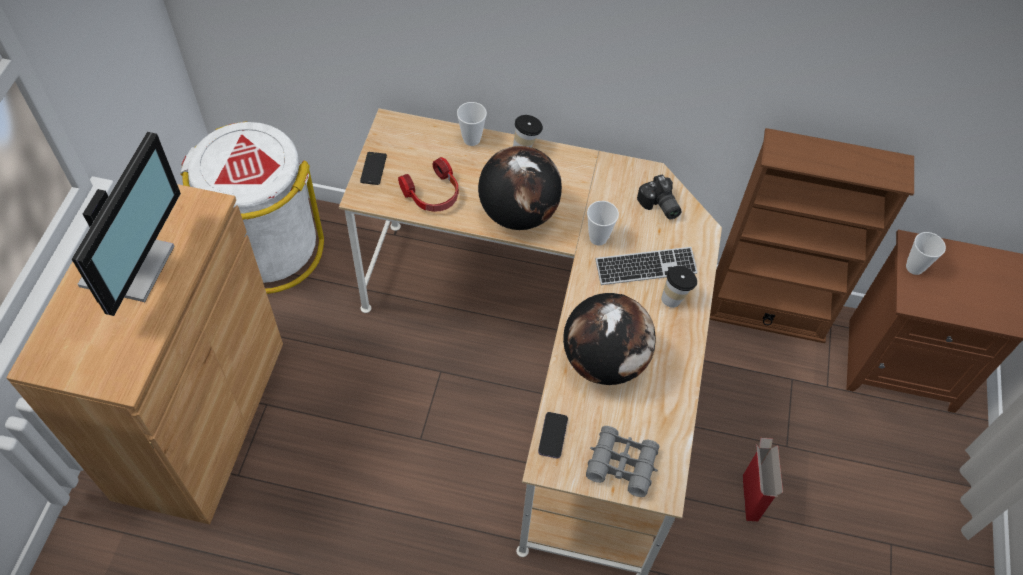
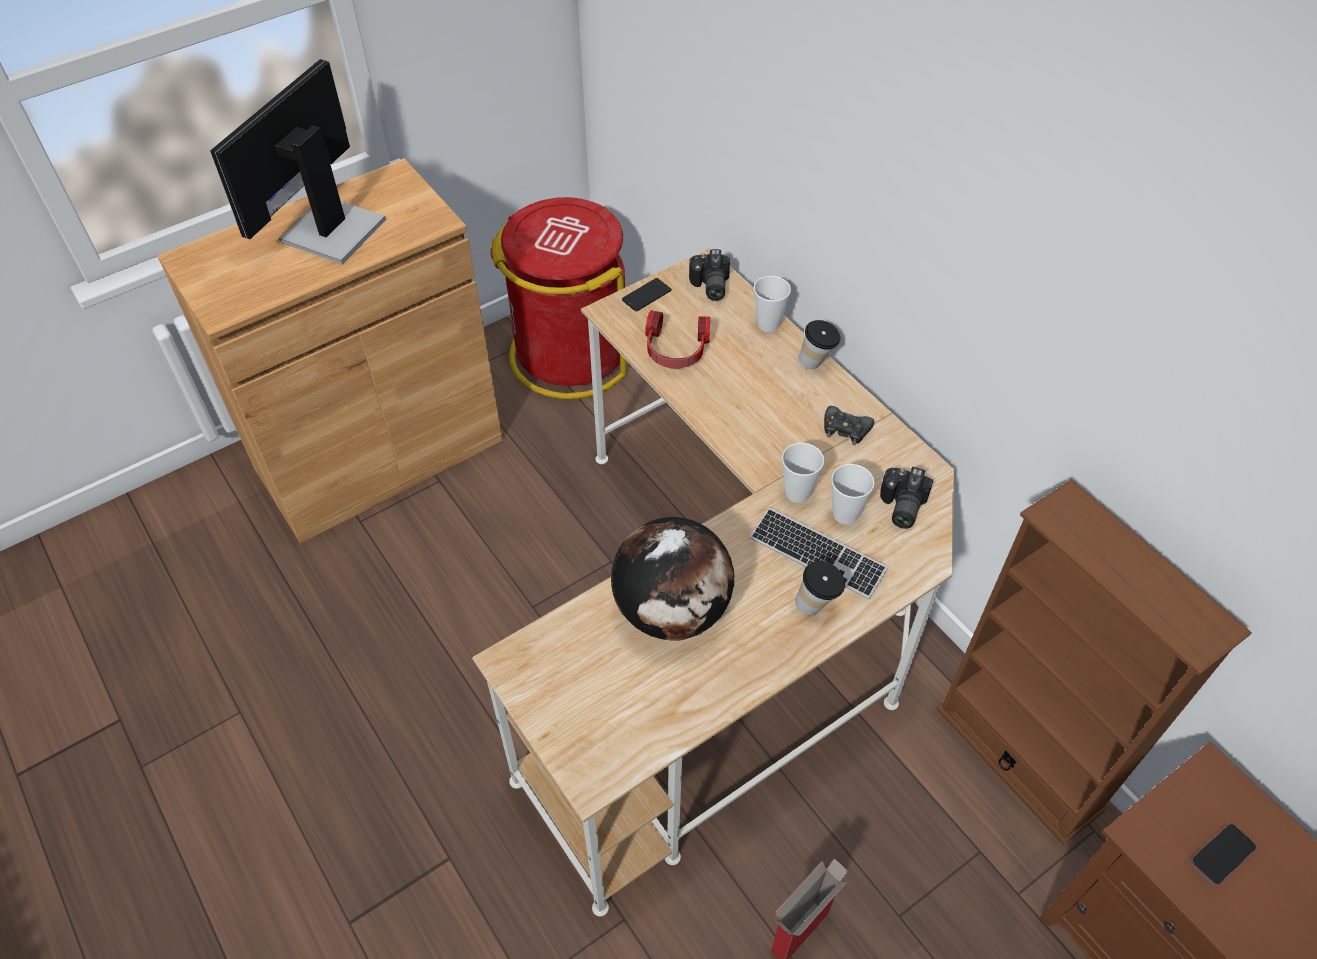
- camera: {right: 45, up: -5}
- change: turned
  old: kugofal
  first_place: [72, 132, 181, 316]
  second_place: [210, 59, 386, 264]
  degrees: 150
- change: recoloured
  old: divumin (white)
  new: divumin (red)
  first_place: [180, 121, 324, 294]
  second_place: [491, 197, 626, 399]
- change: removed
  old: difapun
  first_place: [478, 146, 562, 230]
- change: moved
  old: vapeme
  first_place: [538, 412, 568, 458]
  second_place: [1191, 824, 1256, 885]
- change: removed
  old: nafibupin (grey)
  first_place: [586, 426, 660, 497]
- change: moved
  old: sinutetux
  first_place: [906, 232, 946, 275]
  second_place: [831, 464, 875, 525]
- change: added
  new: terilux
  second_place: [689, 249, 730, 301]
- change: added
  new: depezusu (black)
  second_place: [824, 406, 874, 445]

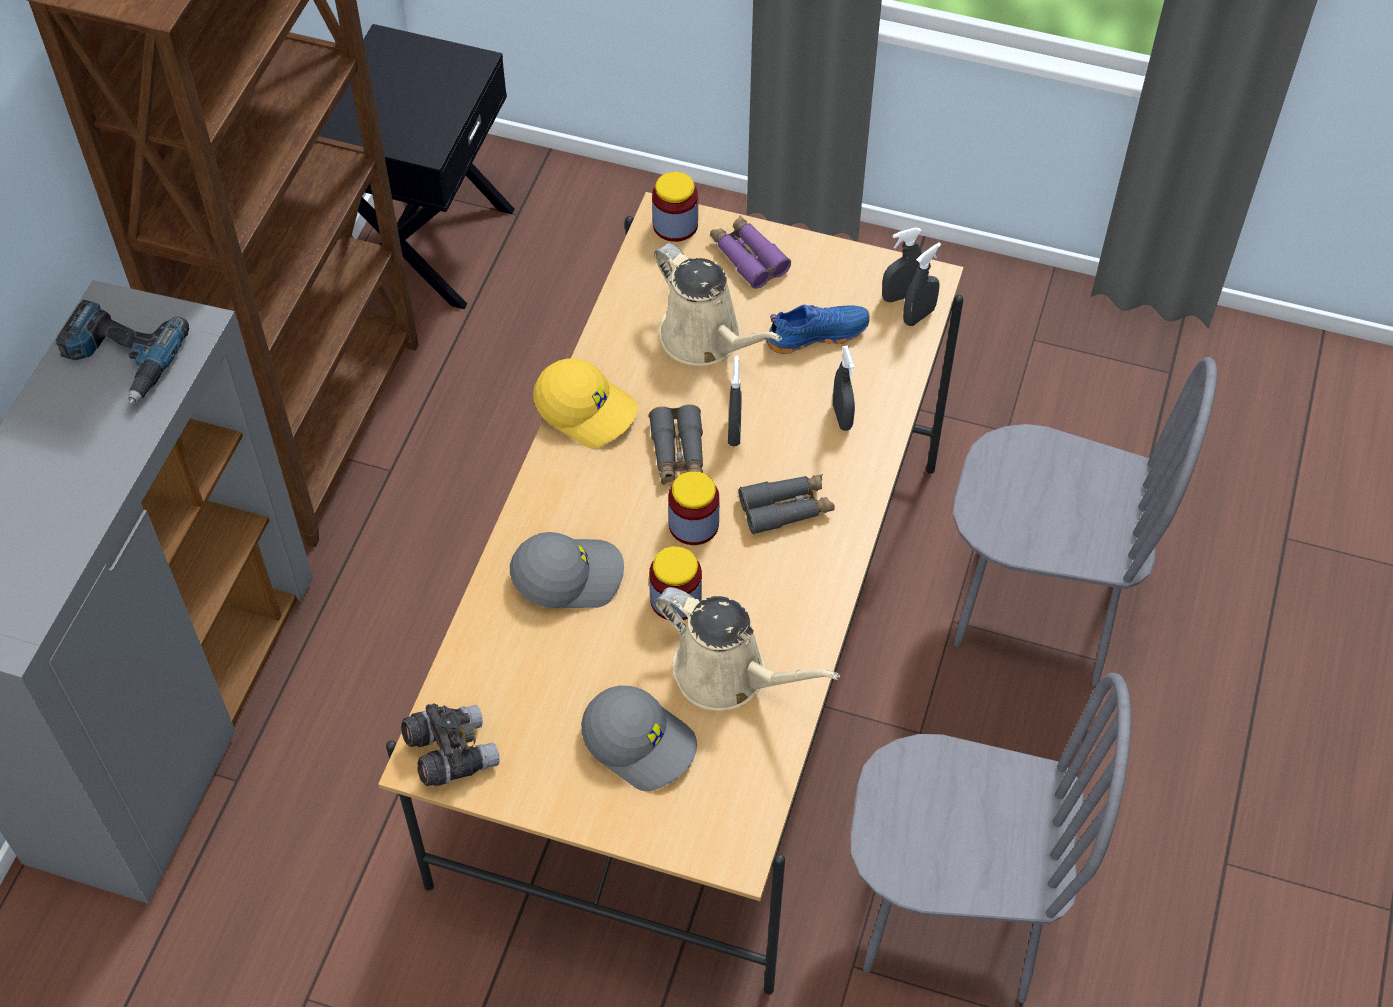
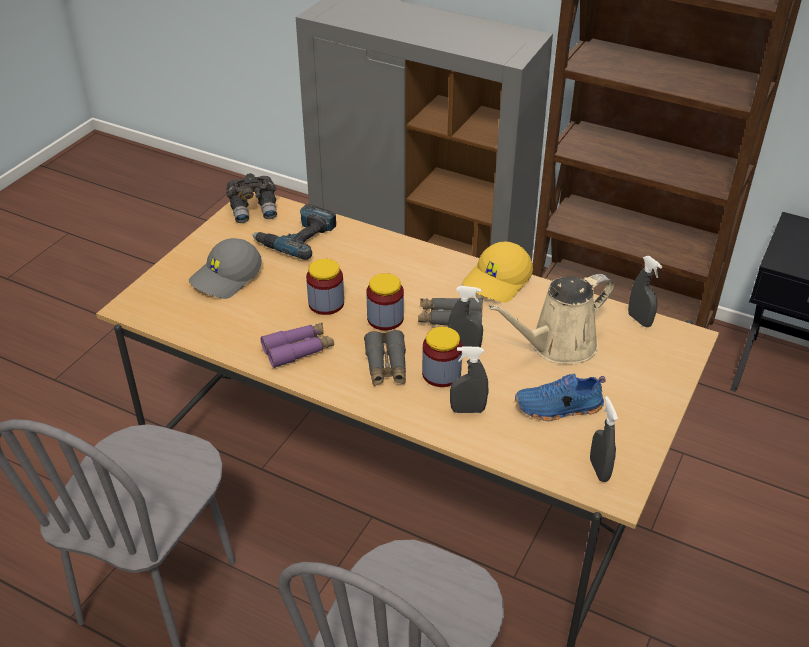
- camera: {right: 100, up: -15}
- change: moved
  old: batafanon
  first_place: [55, 300, 189, 404]
  second_place: [252, 204, 336, 260]
- change: removed
  old: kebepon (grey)
  first_place: [510, 532, 624, 608]
- change: moved
  old: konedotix
  first_place: [652, 172, 698, 242]
  second_place: [422, 327, 462, 387]
- change: removed
  old: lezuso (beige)
  first_place: [655, 587, 840, 711]
- change: moved
  old: nafibupin (purple)
  first_place: [710, 215, 791, 289]
  second_place: [261, 323, 334, 368]
- change: turned
  old: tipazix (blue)
  first_place: [766, 305, 870, 354]
  second_place: [515, 374, 606, 421]
  degrees: 90
- change: moved
  old: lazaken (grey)
  first_place: [903, 242, 941, 326]
  second_place: [628, 256, 662, 327]

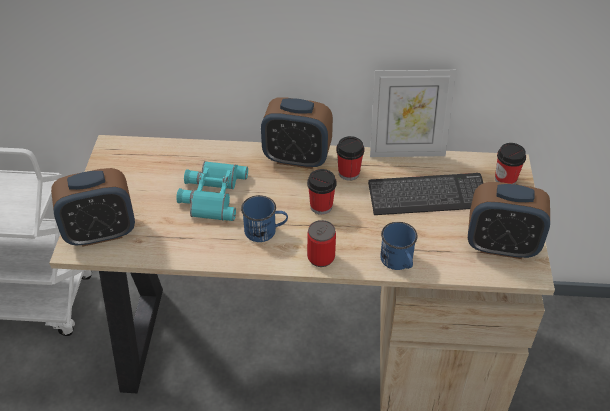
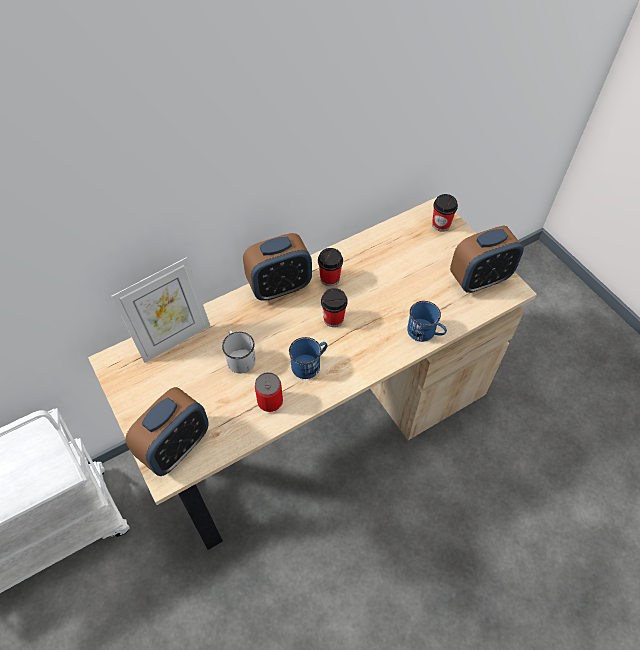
- camera: {right: -35, up: 10}
- change: replaced
  old: nafibupin (turquoise)
  new: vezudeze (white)
  first_place: [176, 161, 248, 221]
  second_place: [222, 330, 256, 373]
- change: moved
  old: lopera
  first_place: [307, 220, 336, 267]
  second_place: [255, 372, 283, 412]
- change: removed
  old: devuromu
  first_place: [368, 173, 483, 215]
- change: moved
  old: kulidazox
  first_place: [370, 70, 456, 157]
  second_place: [112, 257, 210, 363]

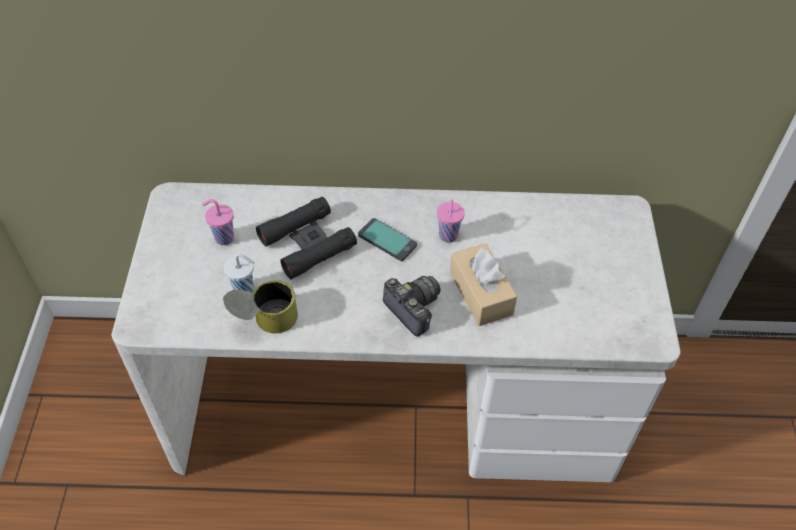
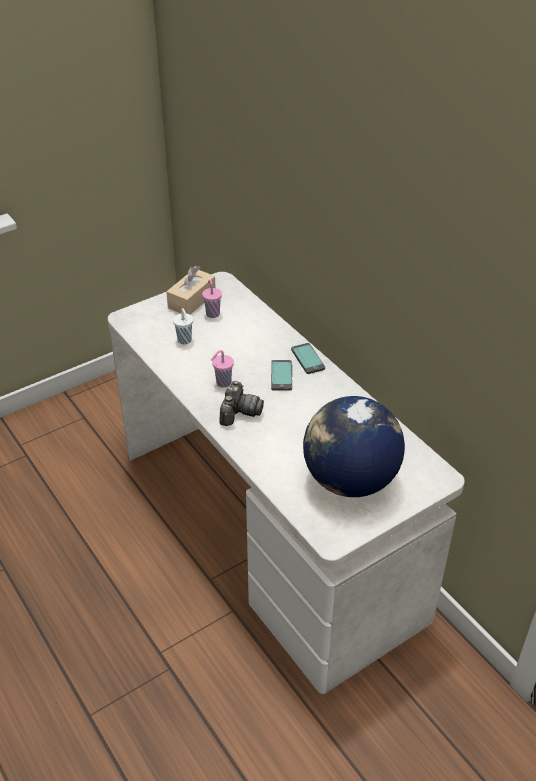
- camera: {right: 55, up: -10}
- change: removed
  old: lopera
  first_place: [223, 280, 298, 333]
- change: removed
  old: nafibupin (black)
  first_place: [256, 197, 357, 280]
- change: moved
  old: sinutetux (pink)
  first_place: [437, 199, 465, 242]
  second_place: [211, 350, 234, 388]
- change: moved
  old: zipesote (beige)
  first_place: [450, 243, 517, 326]
  second_place: [166, 265, 216, 315]
- change: added
  new: vapeme
  second_place: [291, 343, 325, 374]
- change: added
  new: difapun
  second_place: [303, 396, 405, 497]

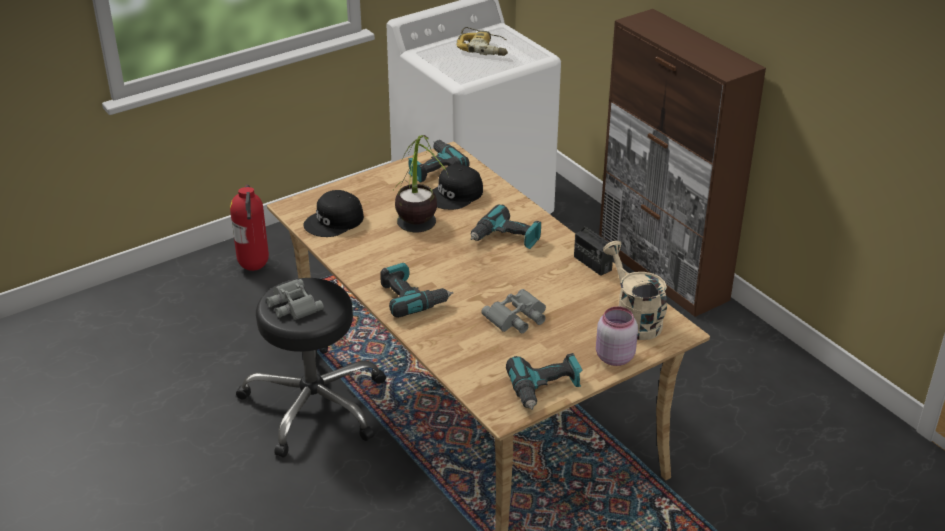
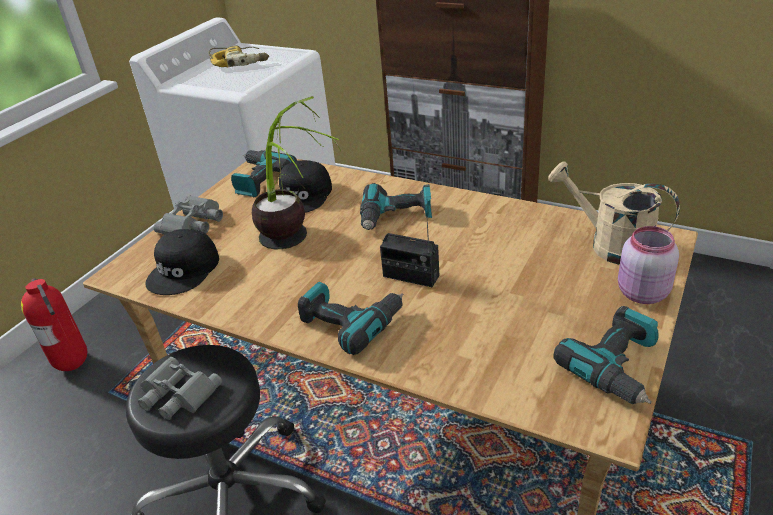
- camera: {right: -25, up: 0}
- change: moved
  old: nafibupin (grey)
  first_place: [481, 289, 546, 333]
  second_place: [154, 195, 223, 235]
- change: moved
  old: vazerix
  first_place: [574, 223, 613, 276]
  second_place: [380, 216, 439, 287]

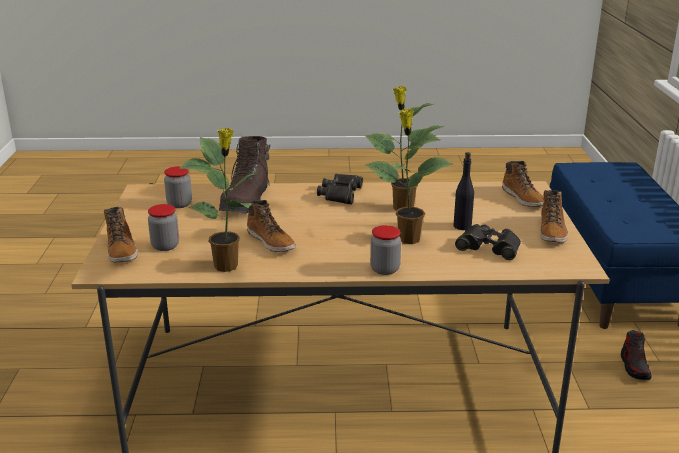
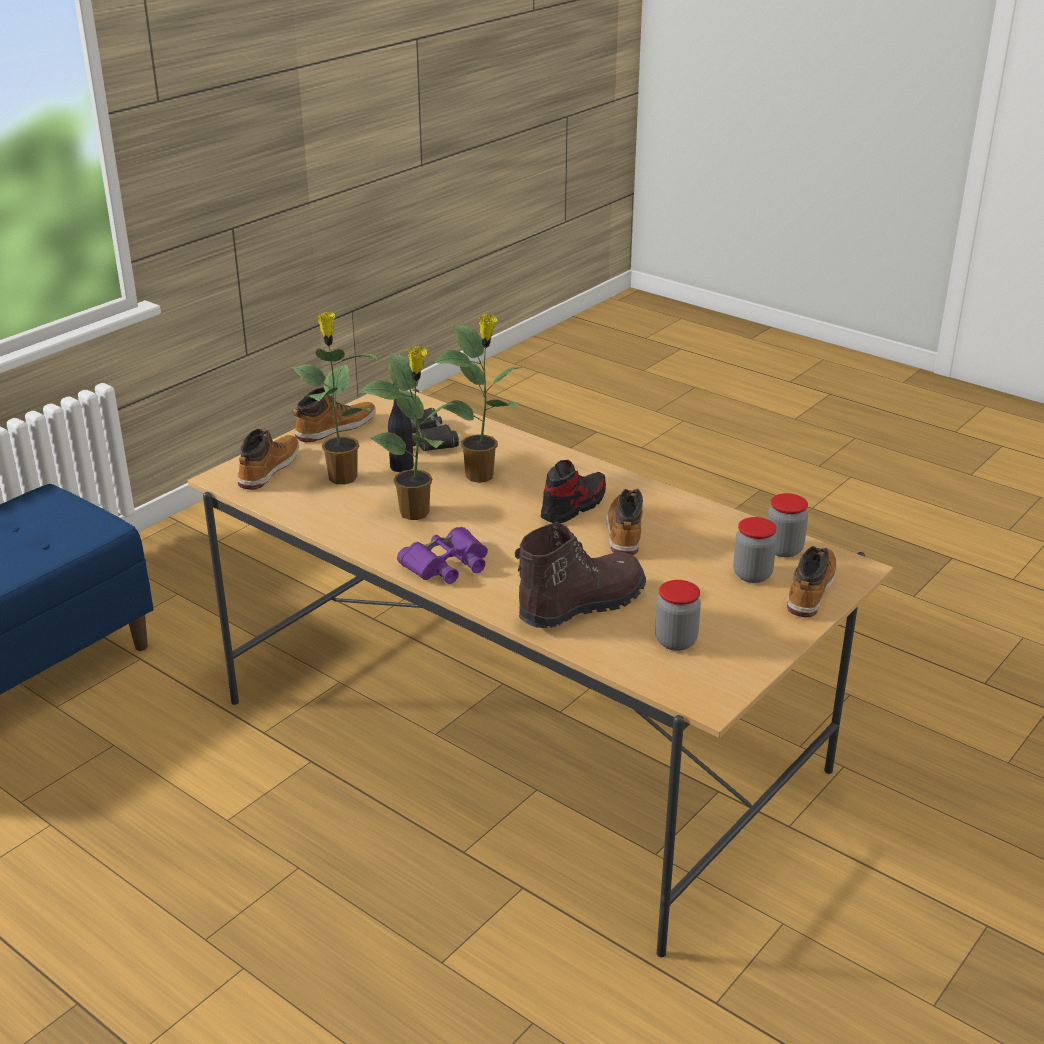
- camera: {right: -140, up: 5}
- change: moved
  old: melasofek
  first_place: [178, 128, 260, 272]
  second_place: [292, 312, 379, 484]
- change: recoloured
  old: nafibupin (black)
  new: nafibupin (purple)
  first_place: [317, 174, 363, 204]
  second_place: [397, 527, 488, 584]
- change: moved
  old: konedotix
  first_place: [370, 225, 401, 275]
  second_place: [767, 493, 808, 557]
- change: moved
  old: tipazix
  first_place: [621, 330, 652, 380]
  second_place: [541, 460, 606, 523]

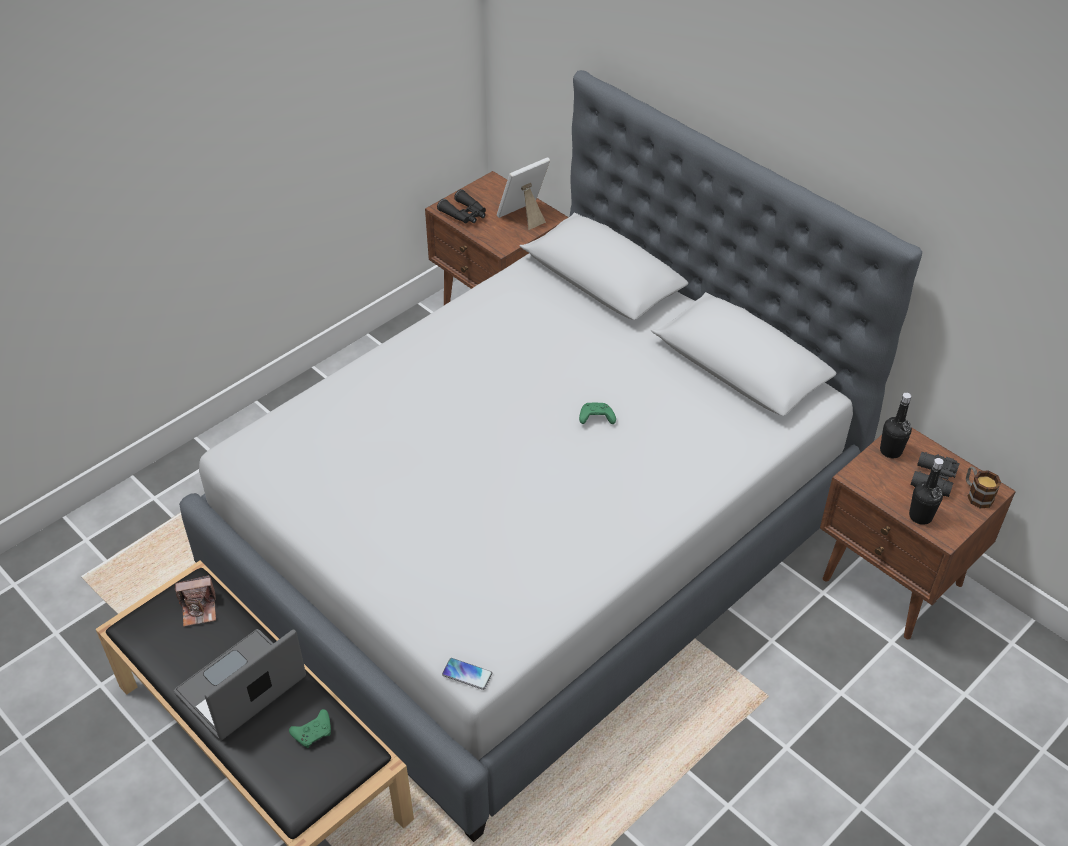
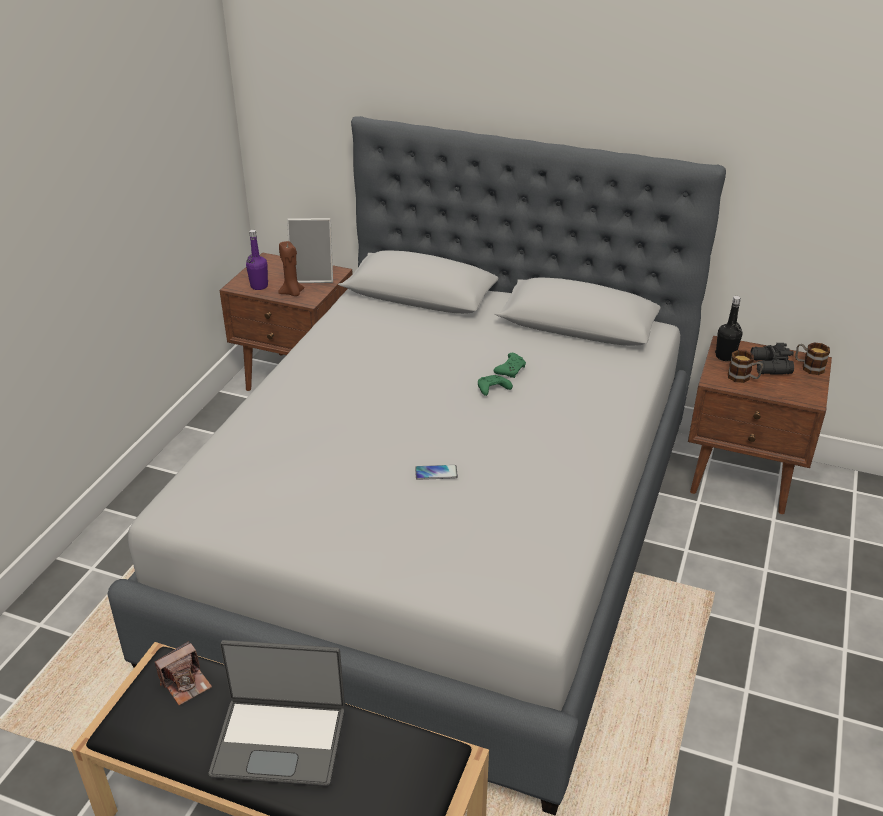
- camera: {right: -25, up: -10}
- change: turned
  old: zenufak
  first_place: [174, 629, 306, 741]
  second_place: [209, 640, 345, 787]
  degrees: -105
- change: moved
  old: depezusu (green)
  first_place: [289, 709, 331, 748]
  second_place: [494, 353, 526, 378]
- change: replaced
  old: nafibupin (black)
  new: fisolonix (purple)
  first_place: [437, 189, 486, 224]
  second_place: [246, 230, 268, 290]
- change: moved
  old: vapeme
  first_place: [442, 658, 492, 690]
  second_place: [415, 465, 458, 480]
- change: turned
  old: kulidazox
  first_place: [497, 157, 550, 230]
  second_place: [287, 218, 333, 283]
  degrees: -120
- change: removed
  old: fisolonix (black)
  first_place: [909, 458, 944, 525]
- change: added
  new: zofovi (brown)
  second_place: [278, 241, 305, 296]
- change: added
  new: vezudeze
  second_place: [728, 350, 763, 383]

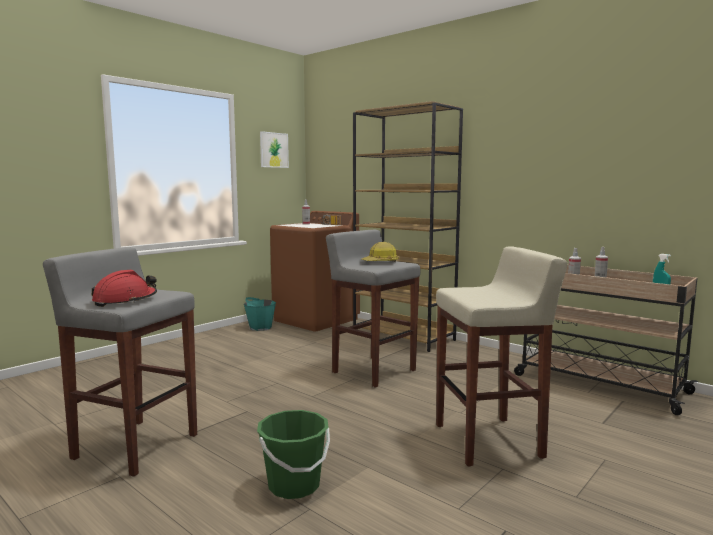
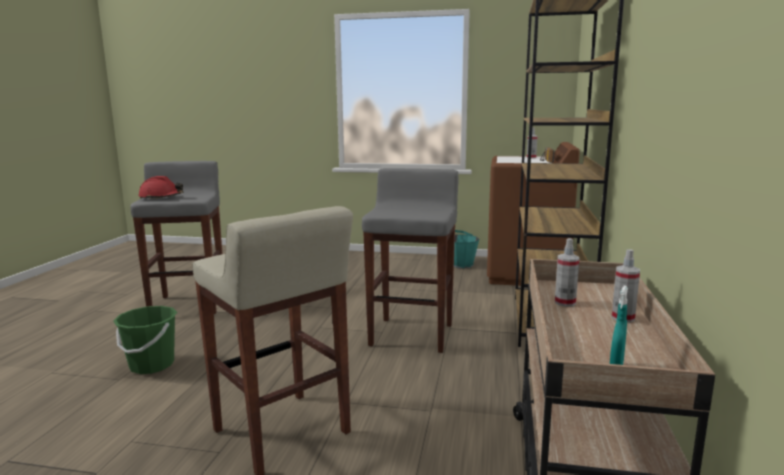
- camera: {right: 60, up: 5}
- change: removed
  old: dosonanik
  first_place: [260, 131, 289, 168]
- change: removed
  old: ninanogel
  first_place: [362, 242, 399, 262]

